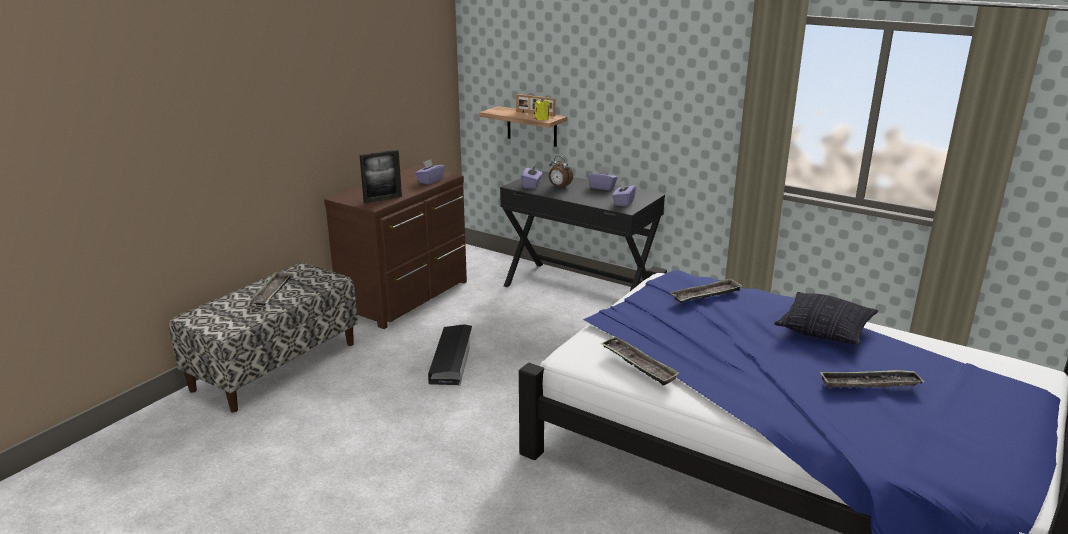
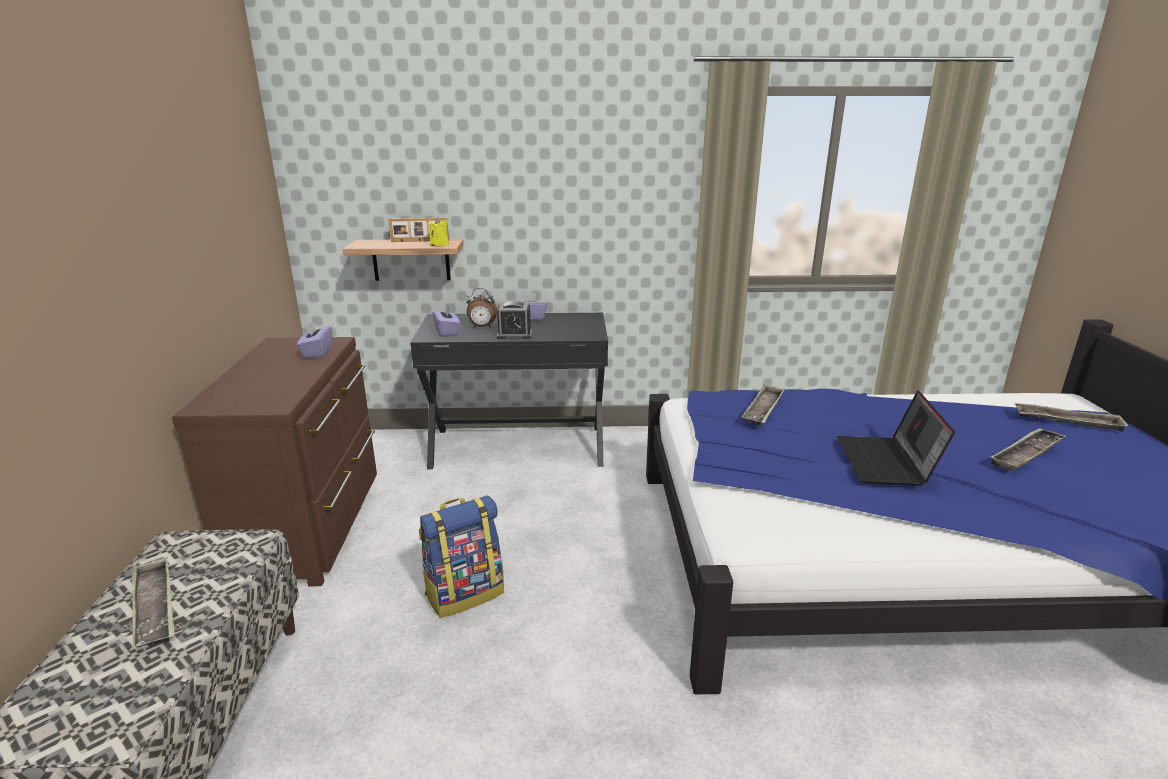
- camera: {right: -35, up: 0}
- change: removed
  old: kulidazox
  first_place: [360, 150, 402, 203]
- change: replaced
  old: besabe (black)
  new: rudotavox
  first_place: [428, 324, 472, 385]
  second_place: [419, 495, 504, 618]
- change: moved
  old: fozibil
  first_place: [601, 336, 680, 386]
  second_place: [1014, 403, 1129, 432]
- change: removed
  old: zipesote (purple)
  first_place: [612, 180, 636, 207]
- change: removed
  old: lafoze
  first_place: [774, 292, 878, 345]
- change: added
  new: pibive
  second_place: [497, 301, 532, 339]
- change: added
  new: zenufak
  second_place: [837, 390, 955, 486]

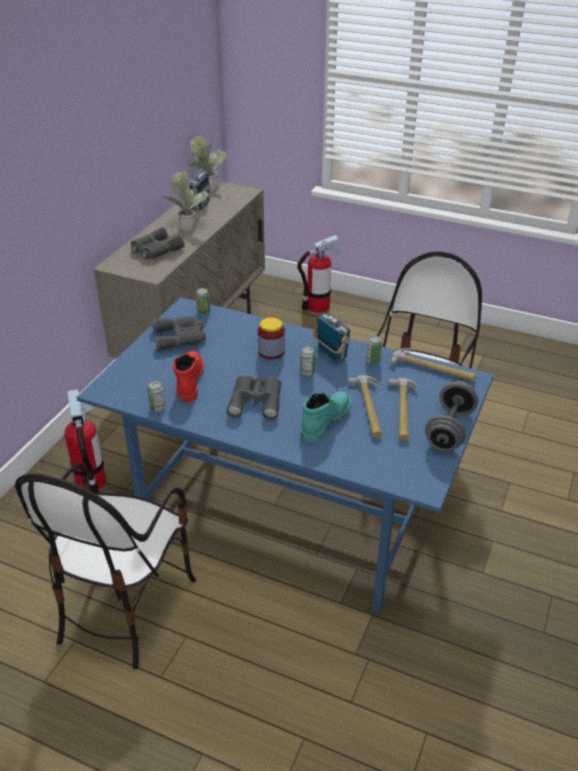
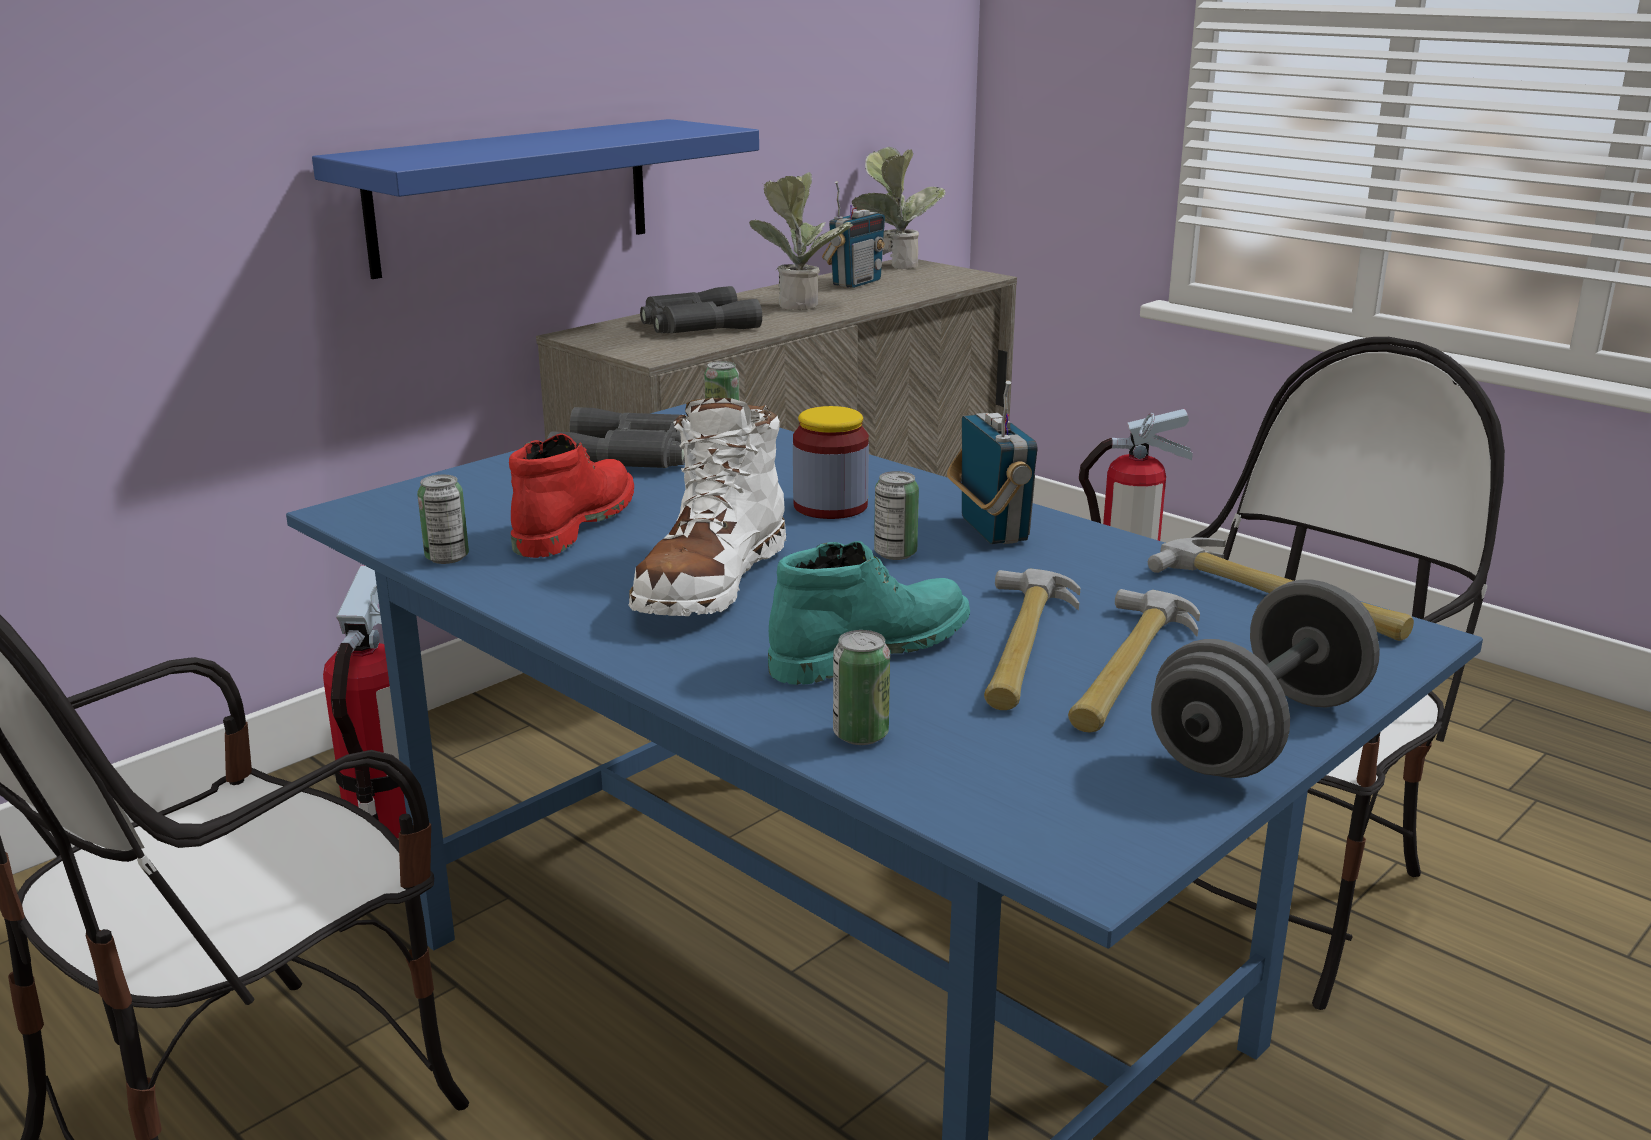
- camera: {right: 20, up: -15}
- change: replaced
  old: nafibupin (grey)
  new: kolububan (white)
  first_place: [227, 376, 282, 420]
  second_place: [629, 398, 786, 616]
- change: moved
  old: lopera
  first_place: [366, 336, 382, 365]
  second_place: [833, 630, 890, 745]
- change: added
  new: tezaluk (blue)
  second_place: [312, 119, 759, 279]

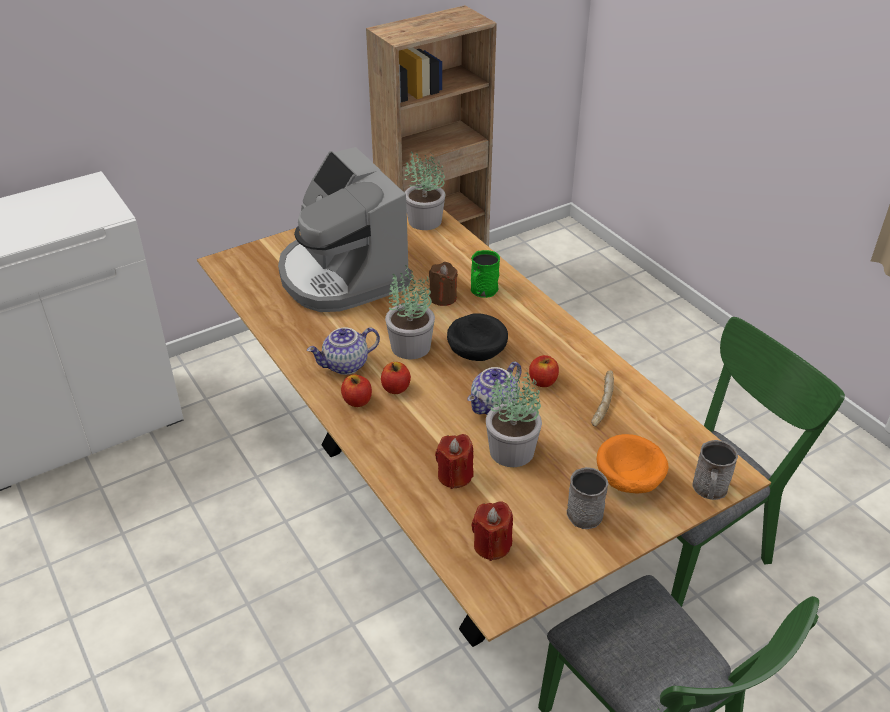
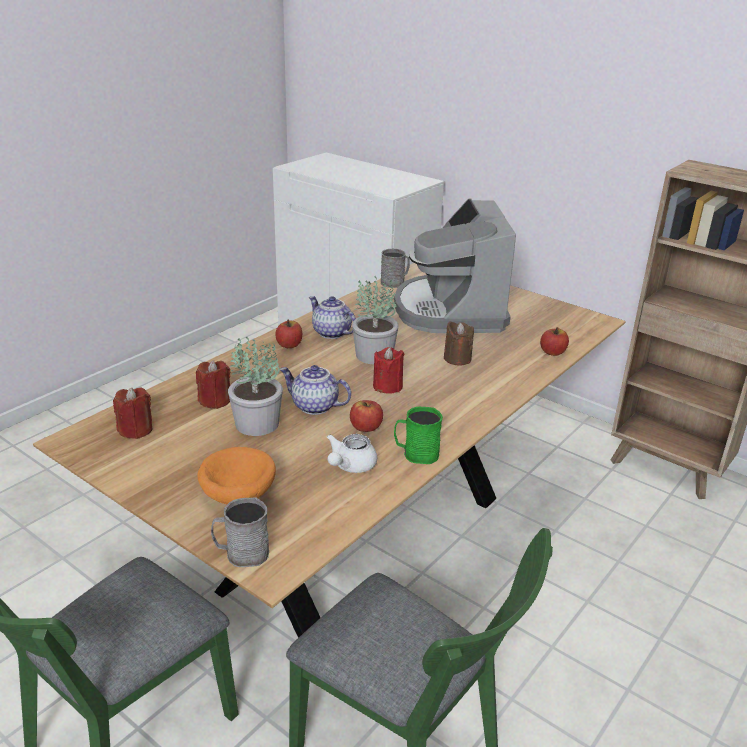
- camera: {right: 70, up: -10}
- change: turned
  old: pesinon
  first_place: [278, 147, 412, 312]
  second_place: [394, 199, 516, 333]
  degrees: -45
- change: moved
  old: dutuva
  first_place: [381, 362, 411, 394]
  second_place: [540, 327, 569, 356]
- change: removed
  old: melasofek
  first_place: [404, 151, 445, 230]
- change: replaced
  old: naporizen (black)
  new: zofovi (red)
  first_place: [447, 313, 508, 361]
  second_place: [373, 347, 404, 394]
- change: moved
  old: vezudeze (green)
  first_place: [471, 250, 500, 298]
  second_place: [394, 407, 443, 464]
- change: moved
  old: vezudeze (grey)
  first_place: [567, 467, 609, 529]
  second_place: [381, 249, 410, 288]
- change: replaced
  old: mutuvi
  new: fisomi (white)
  first_place: [591, 370, 614, 427]
  second_place: [327, 434, 377, 473]

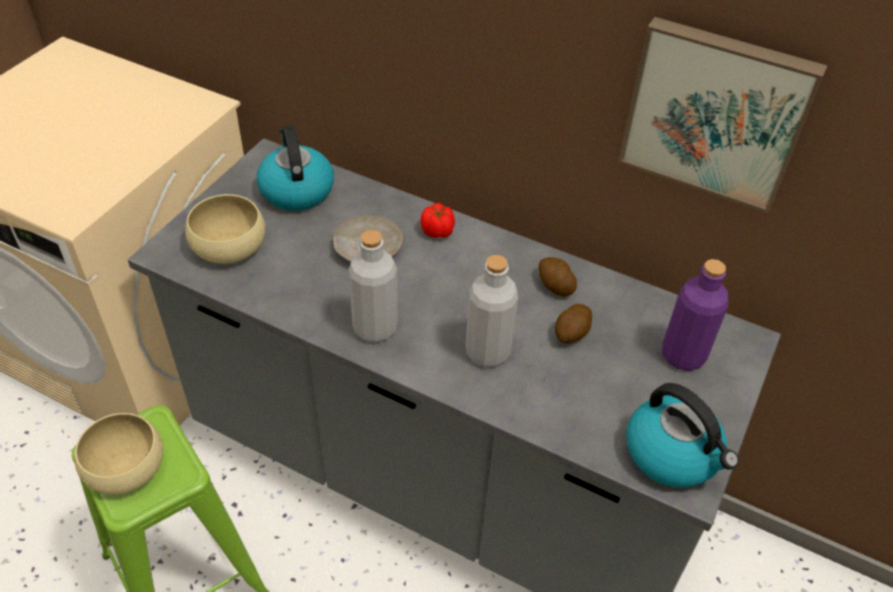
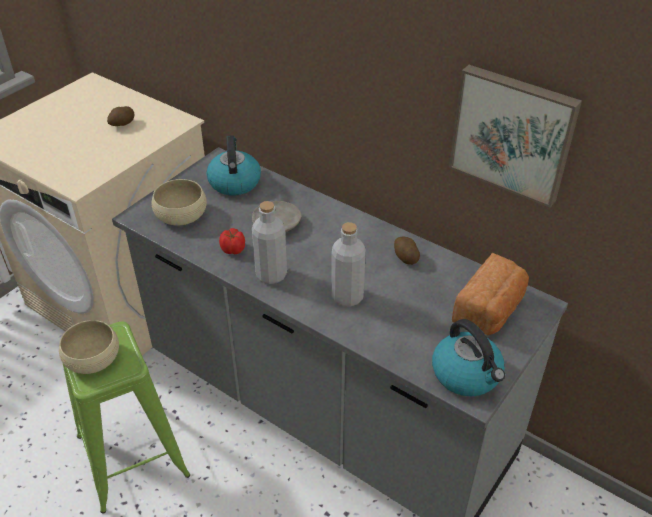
- camera: {right: 10, up: -5}
- change: moved
  old: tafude
  first_place: [420, 203, 455, 238]
  second_place: [219, 228, 245, 254]
- change: moved
  old: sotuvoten
  first_place: [555, 304, 592, 343]
  second_place: [107, 106, 134, 126]
- change: replaced
  old: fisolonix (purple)
  new: mutuvi
  first_place: [662, 259, 728, 371]
  second_place: [452, 253, 529, 335]

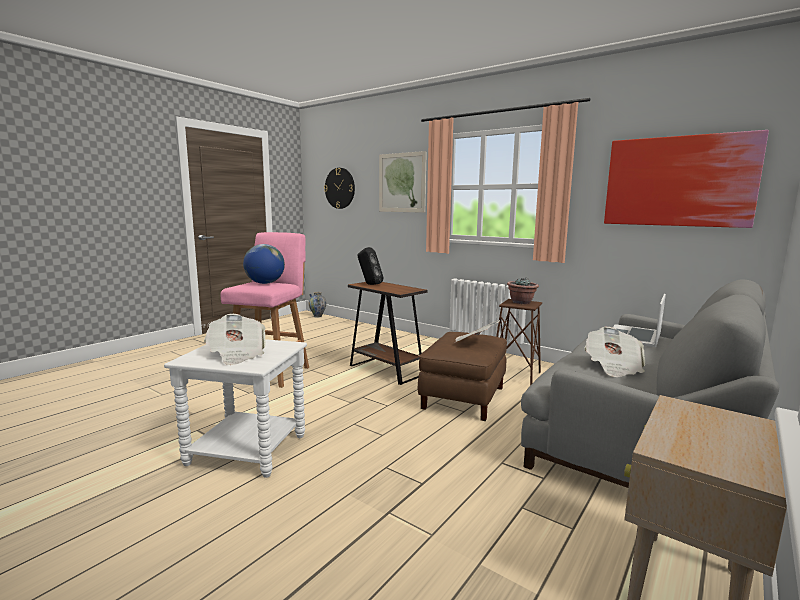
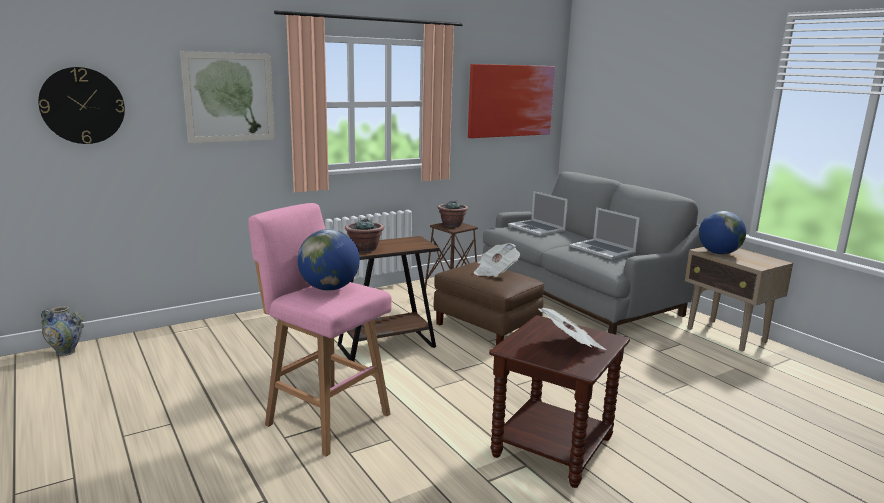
- camera: {right: -70, up: 5}
- change: recoloured
  old: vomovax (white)
  new: vomovax (brown)
  first_place: [164, 339, 307, 478]
  second_place: [489, 315, 630, 488]
- change: replaced
  old: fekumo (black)
  new: melasofek
  first_place: [357, 247, 384, 285]
  second_place: [345, 218, 384, 253]
- change: replaced
  old: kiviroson
  new: zenufak
  first_place: [585, 327, 645, 377]
  second_place: [570, 207, 640, 259]
- change: added
  new: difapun
  second_place: [699, 211, 746, 254]

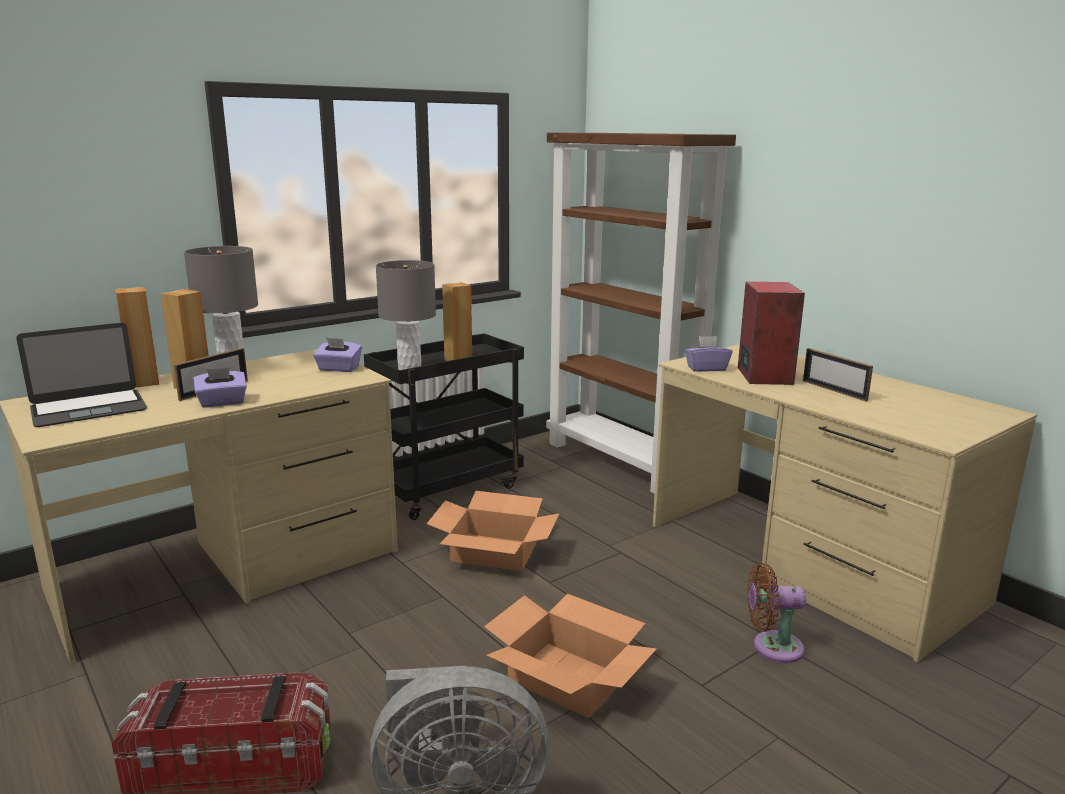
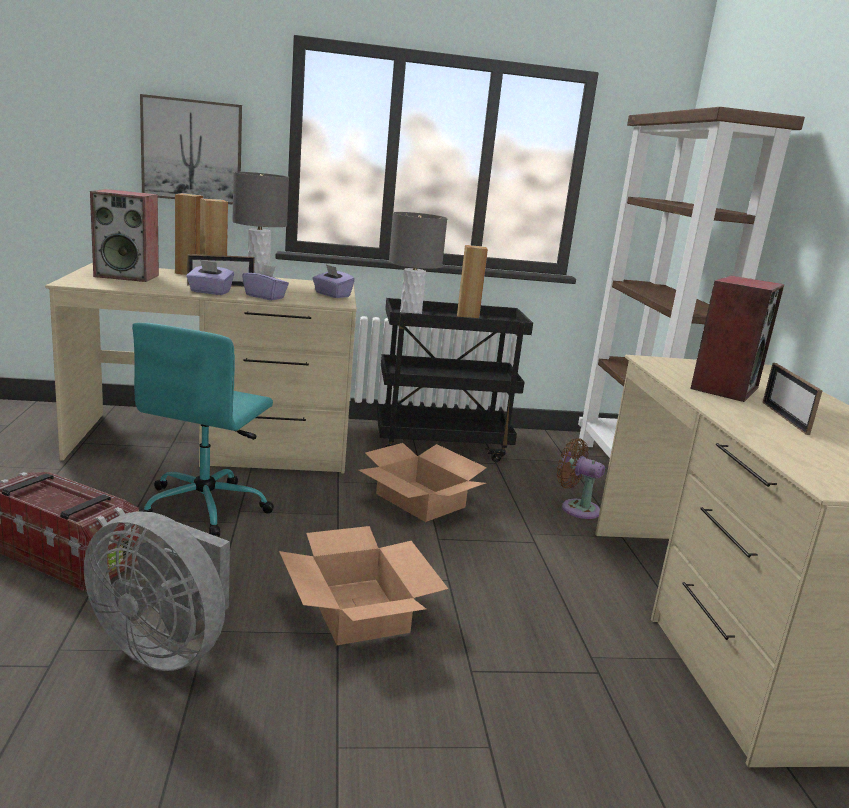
- camera: {right: 30, up: 0}
- change: replaced
  old: zenufak
  new: fekumo
  first_place: [16, 323, 147, 427]
  second_place: [90, 189, 159, 282]
- change: moved
  old: zipesote (purple)
  first_place: [685, 336, 732, 372]
  second_place: [242, 264, 289, 300]
- change: moved
  old: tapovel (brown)
  first_place: [747, 563, 806, 663]
  second_place: [557, 438, 605, 519]
- change: added
  new: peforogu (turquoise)
  second_place: [132, 323, 274, 537]
- change: added
  new: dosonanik
  second_place: [140, 94, 242, 205]

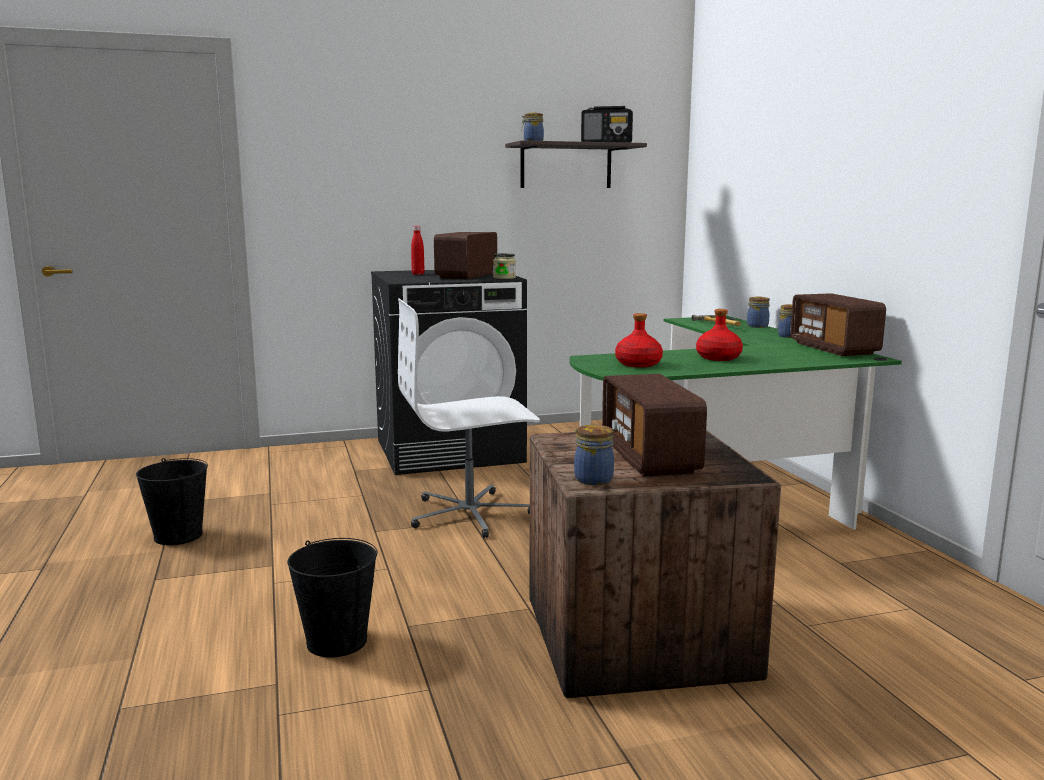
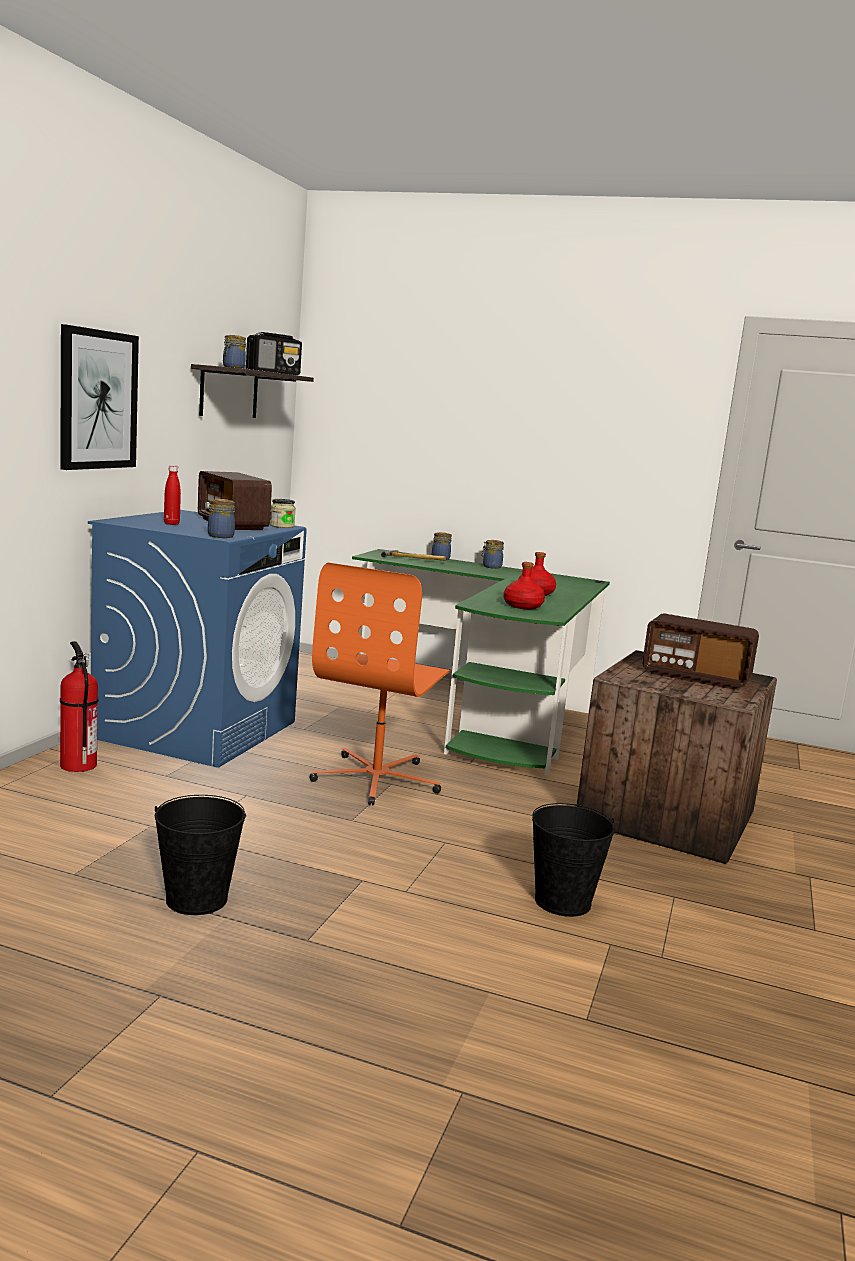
- camera: {right: -55, up: 0}
- change: recoloured
  old: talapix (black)
  new: talapix (blue)
  first_place: [371, 270, 527, 475]
  second_place: [88, 510, 307, 768]
- change: recoloured
  old: peforogu (white)
  new: peforogu (orange)
  first_place: [398, 298, 540, 538]
  second_place: [310, 563, 451, 806]
- change: moved
  old: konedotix
  first_place: [574, 425, 614, 485]
  second_place: [208, 499, 235, 538]
- change: removed
  old: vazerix
  first_place: [790, 293, 886, 356]
- change: added
  new: dosonanik
  second_place: [60, 324, 139, 470]
- change: added
  new: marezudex
  second_place: [60, 641, 98, 772]

